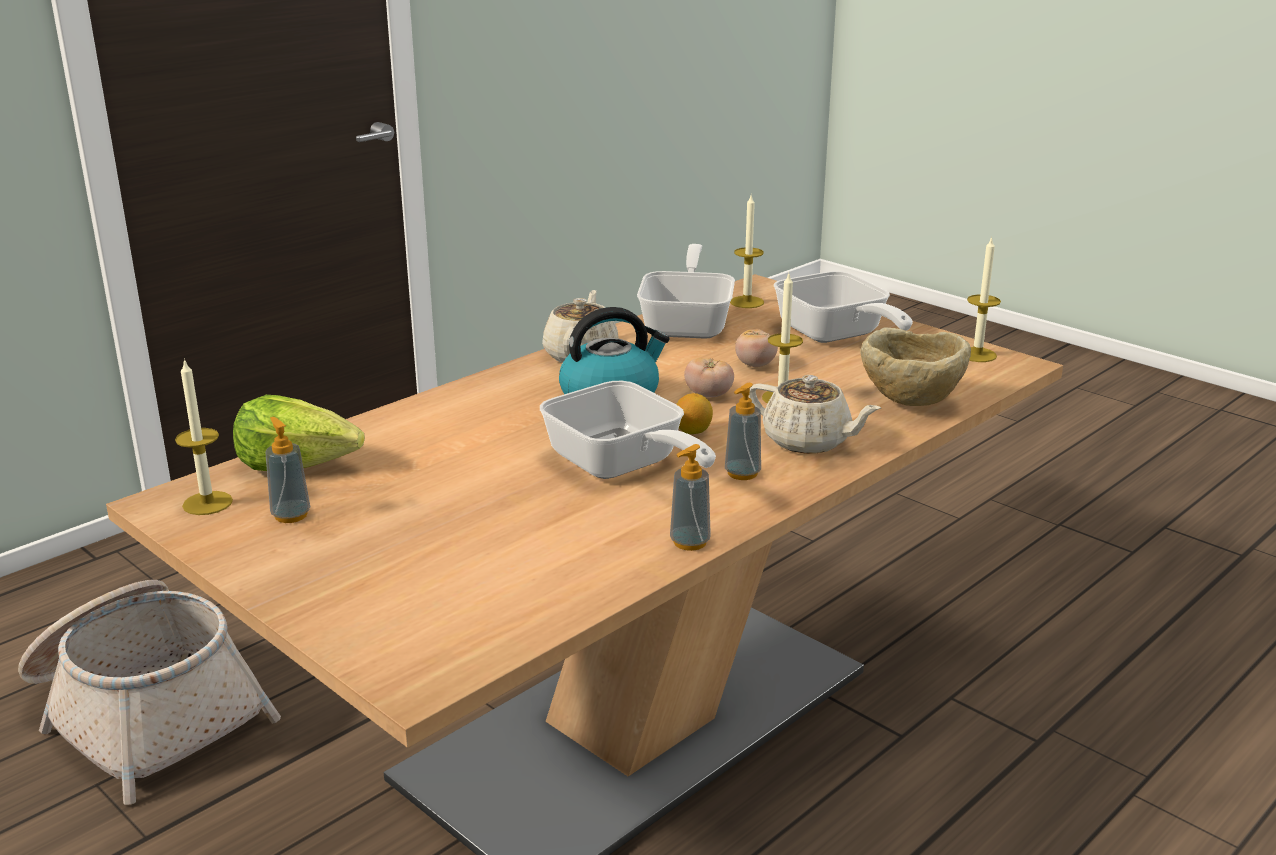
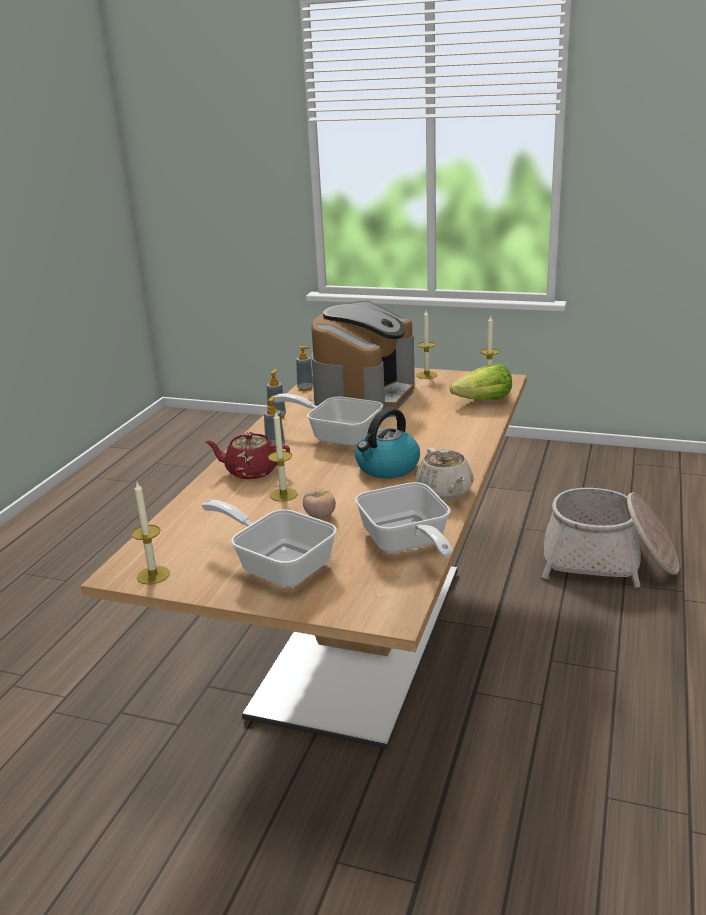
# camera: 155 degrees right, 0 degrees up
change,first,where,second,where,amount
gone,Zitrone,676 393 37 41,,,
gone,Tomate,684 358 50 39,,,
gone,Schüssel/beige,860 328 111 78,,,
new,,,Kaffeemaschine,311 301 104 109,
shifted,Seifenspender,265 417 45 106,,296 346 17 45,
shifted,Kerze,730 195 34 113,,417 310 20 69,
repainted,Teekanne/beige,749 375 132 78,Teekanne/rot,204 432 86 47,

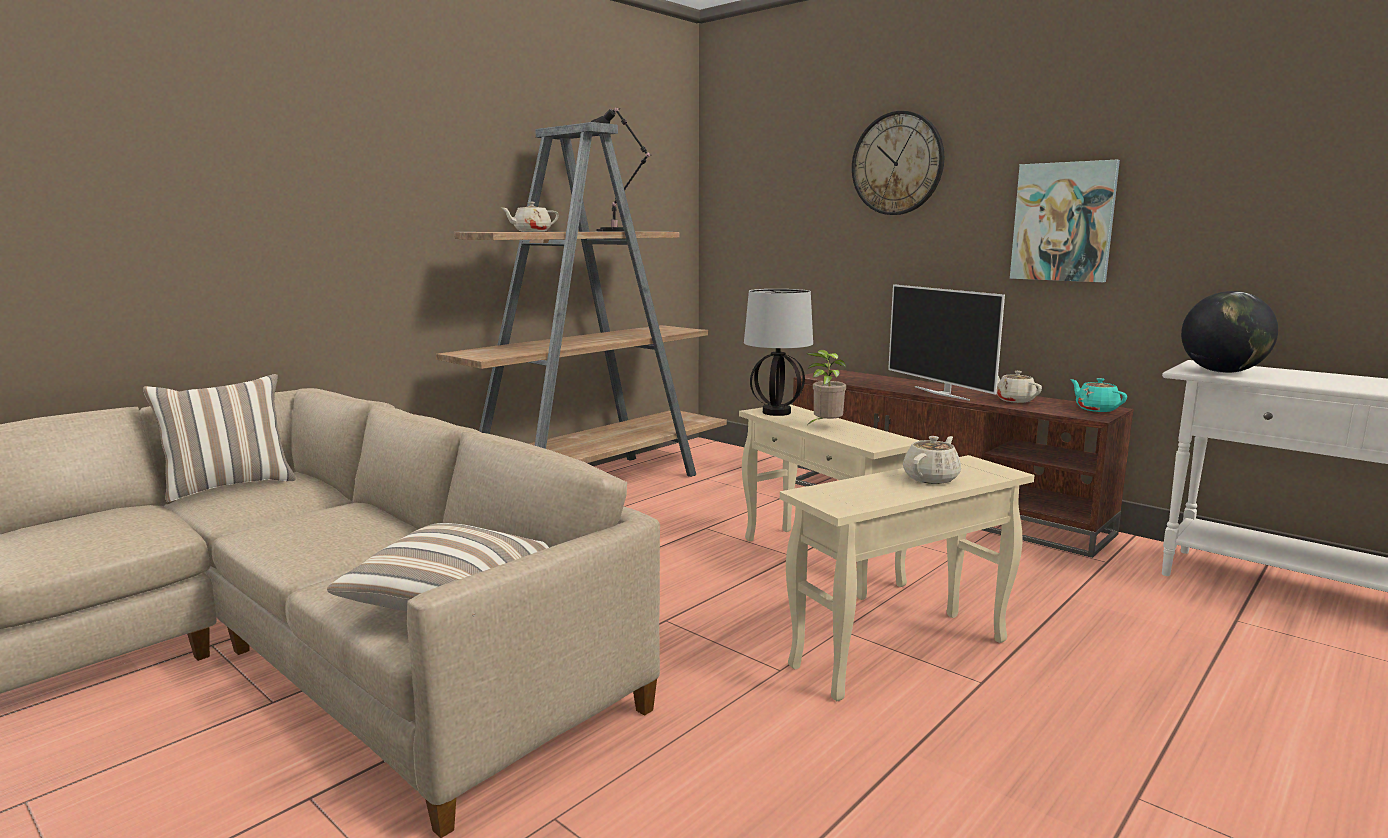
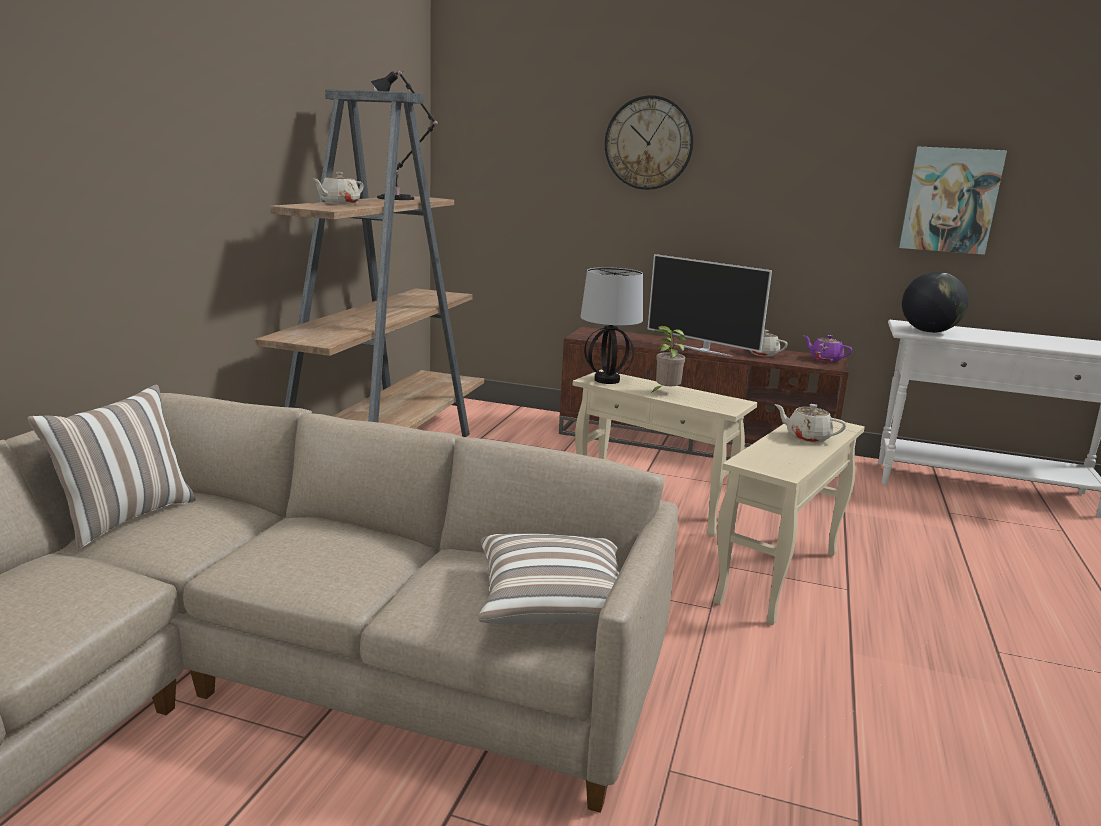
# camera: 25 degrees left, 5 degrees up
change,first,where,second,where,amount
shifted,Bild,1010 160 110 122,,899 147 108 108,
repainted,Teekanne/türkis,1071 378 56 34,Teekanne/lila,804 335 48 27,
rotated,Teekanne/beige,903 436 58 48,,774 404 72 39,75 degrees counterclockwise

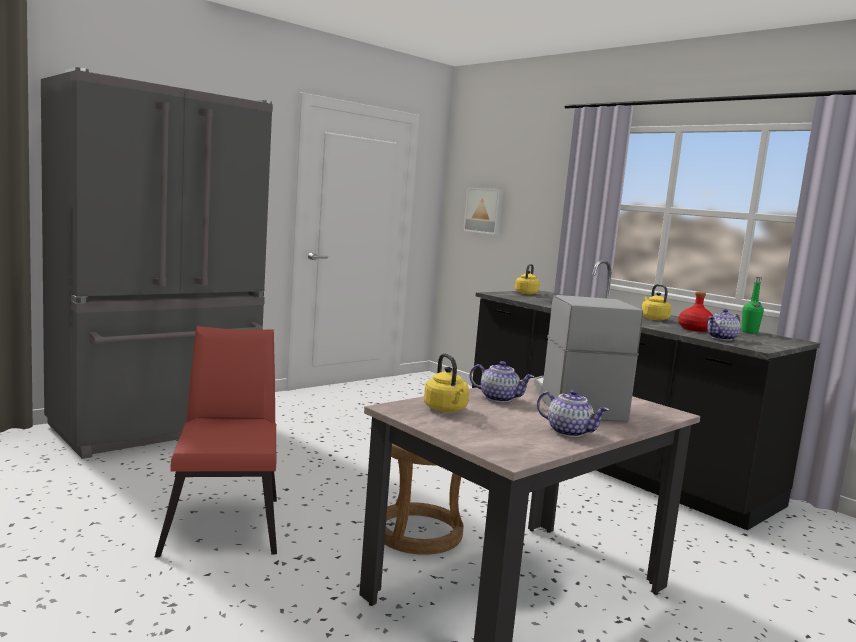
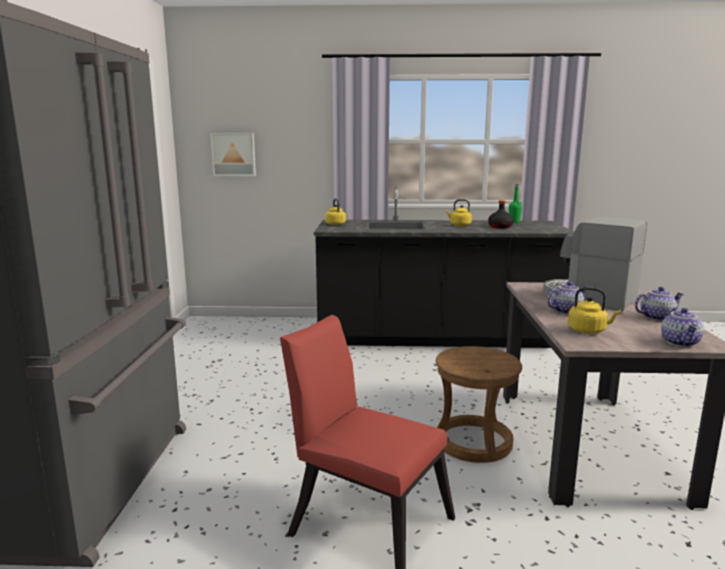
# camera: 45 degrees left, 5 degrees up
change,first,where,second,where,amount
shifted,Teekanne,707 309 33 32,,661 308 43 39,
repainted,Flasche/rot,678 292 35 40,Flasche/schwarz,488 200 26 29,

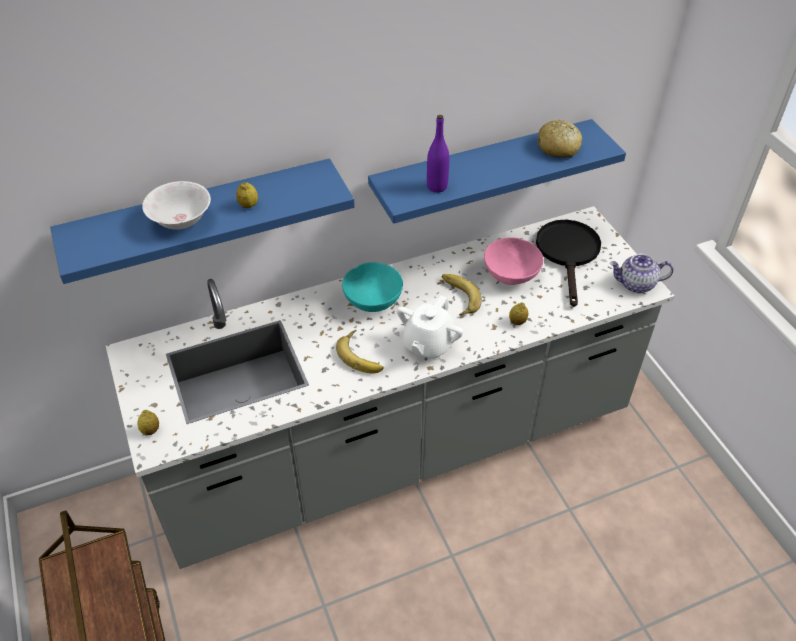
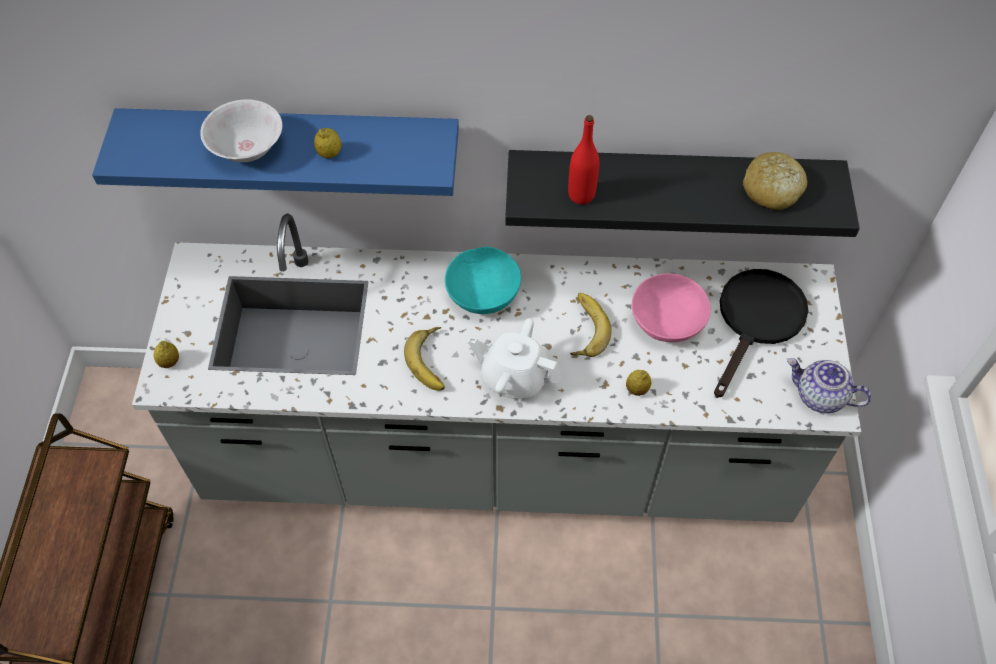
# camera: 25 degrees right, 10 degrees up
change,first,where,second,where,amount
repainted,Wandregal/blau,368 119 258 105,Wandregal/schwarz,505 150 355 87,
repainted,Flasche/lila,427 115 23 78,Flasche/rot,568 115 31 89,
rotated,Teekanne/weiß,397 295 66 65,,468 318 93 82,60 degrees clockwise

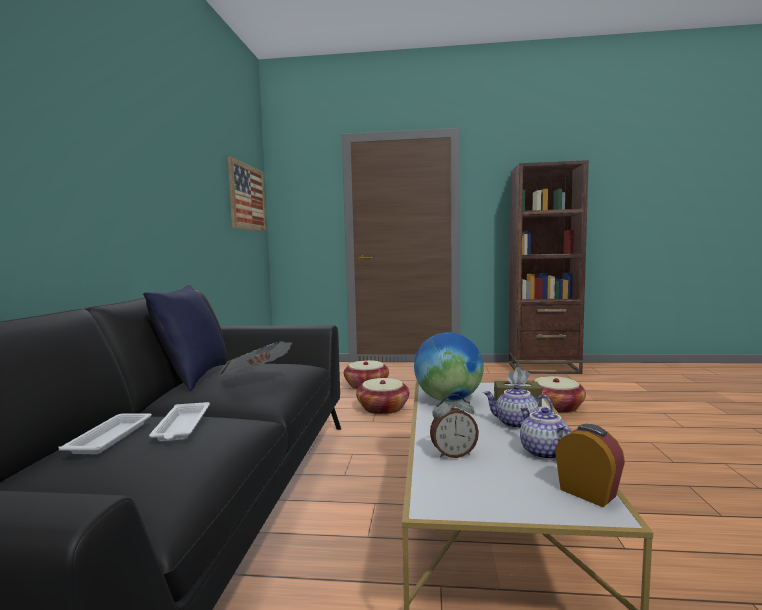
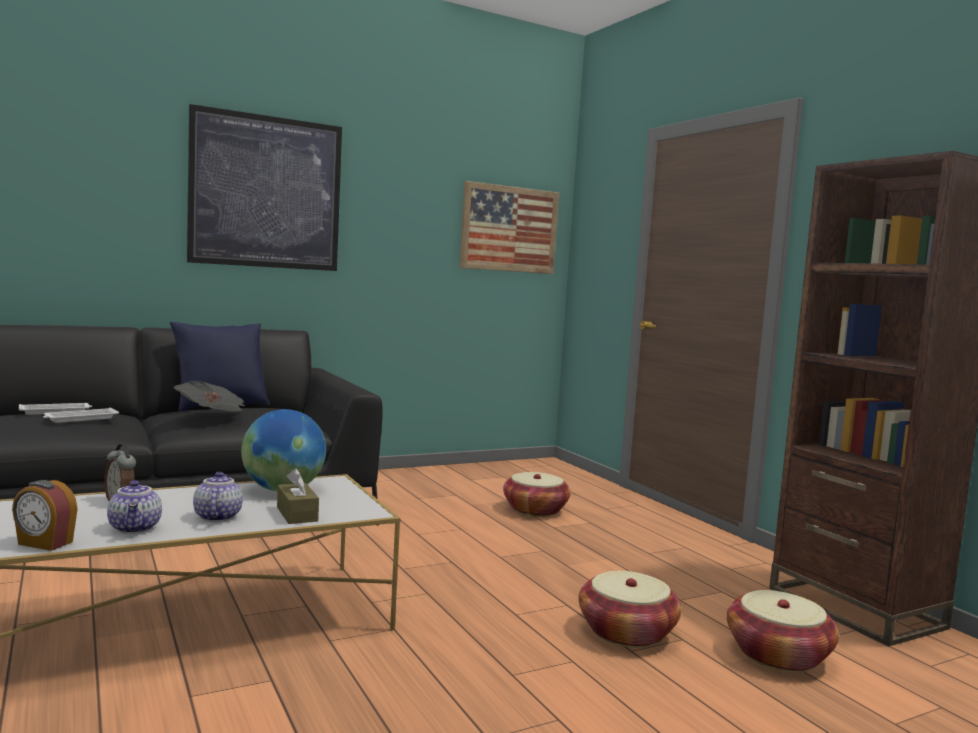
# camera: 55 degrees right, 0 degrees up
change,first,where,second,where,amount
new,,,Bild,187 104 155 167,
shifted,Korb,356 378 53 37,,727 590 112 82,
rotated,Teekanne,520 407 51 53,,107 480 55 54,120 degrees clockwise
rotated,Wecker,555 424 70 83,,12 480 66 71,90 degrees clockwise

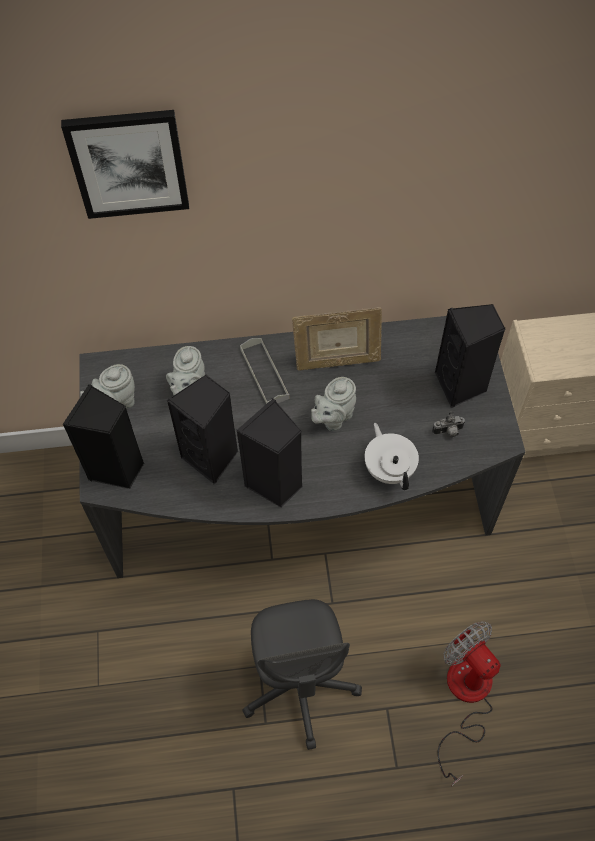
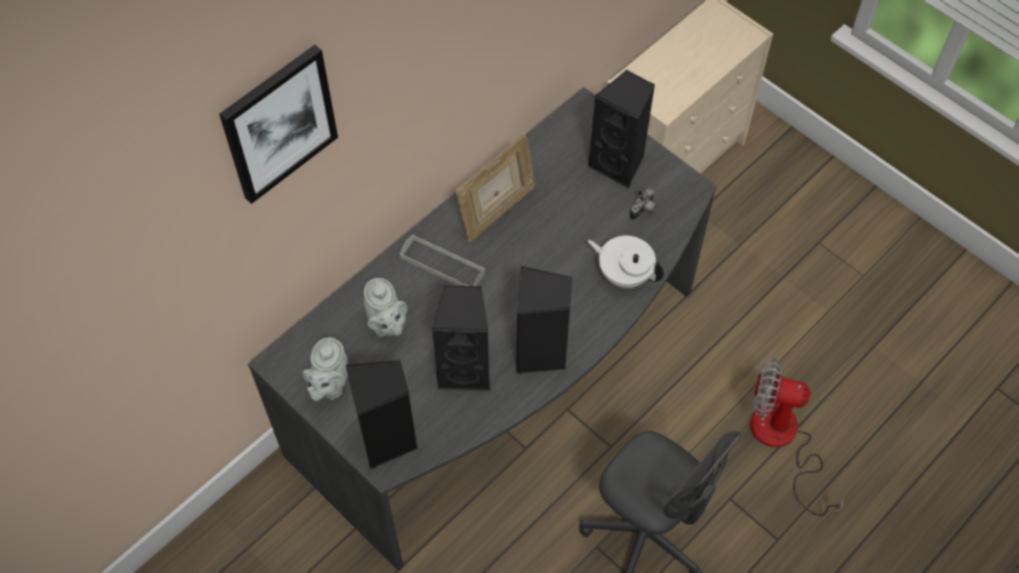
# camera: 40 degrees left, 0 degrees up
change,first,where,second,where,amount
gone,Teekanne/grau,311 377 45 54,,,

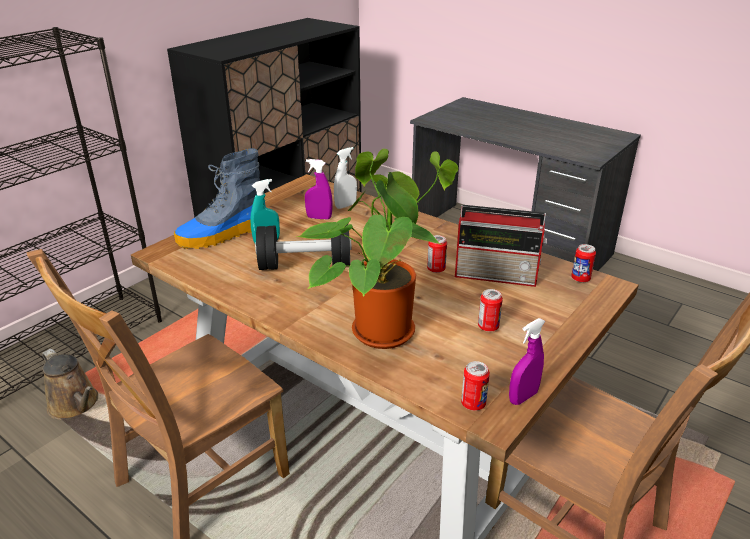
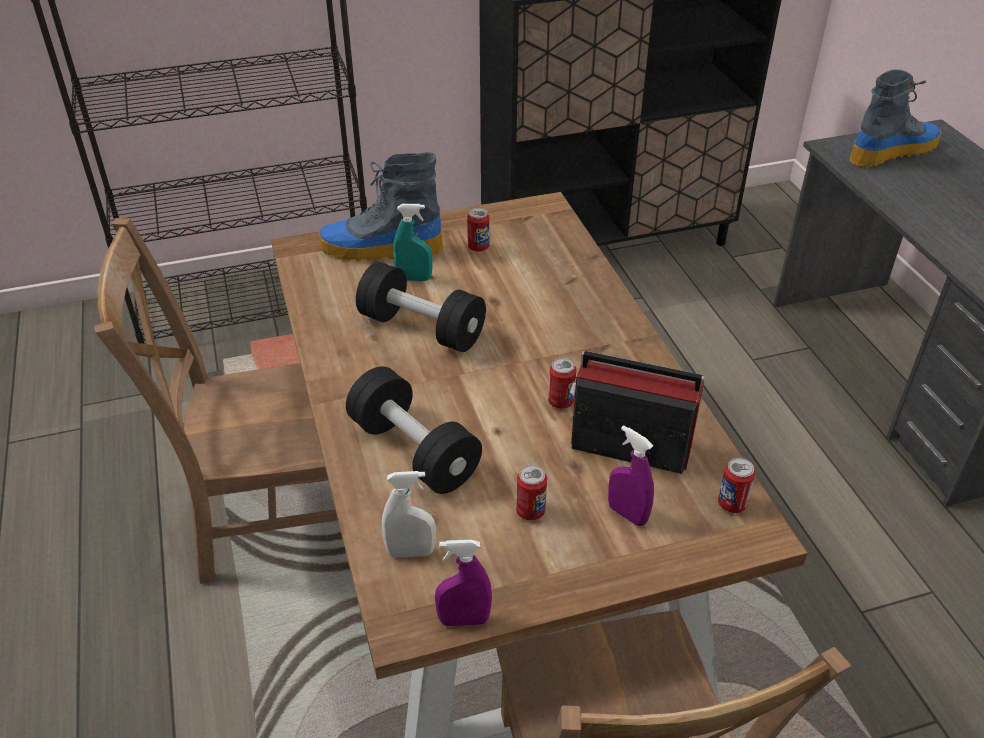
# camera: 35 degrees right, 10 degrees up
change,first,where,second,where,amount
gone,Gießkanne/braun,42 349 56 71,,,
new,,,Stiefel,850 70 92 97,
shifted,Sprühflasche/lila,305 159 27 60,,608 425 46 101,
shifted,Sprühflasche/weiß,334 147 23 62,,382 471 54 87,
shifted,Dose,461 361 29 50,,467 208 22 44,
swapped,Topfpflanze,296 149 163 200,Hantel/schwarz,346 366 136 128,
rotated,Radio,455 205 92 82,,570 351 134 123,150 degrees clockwise

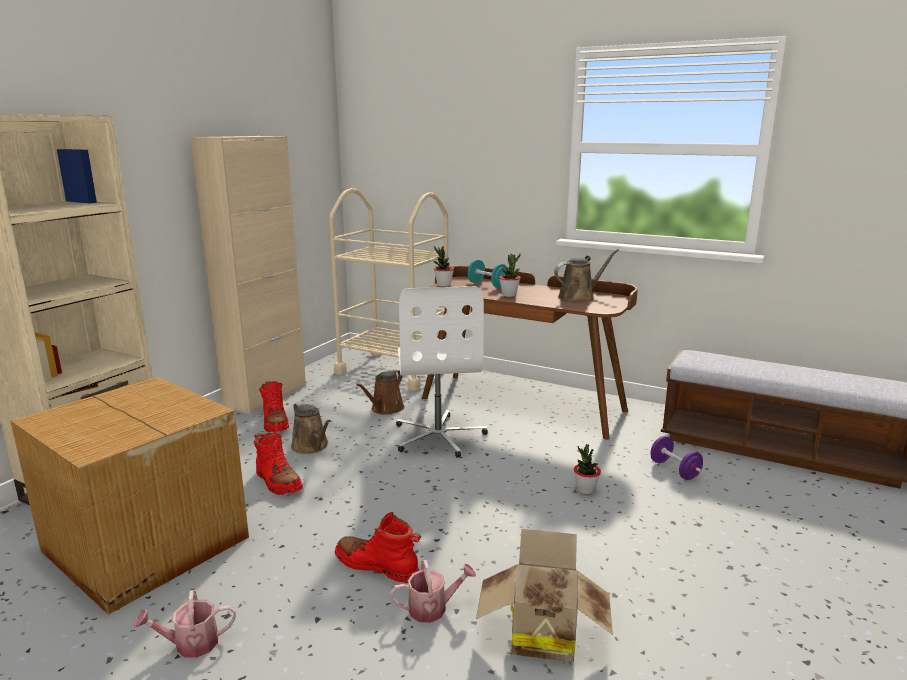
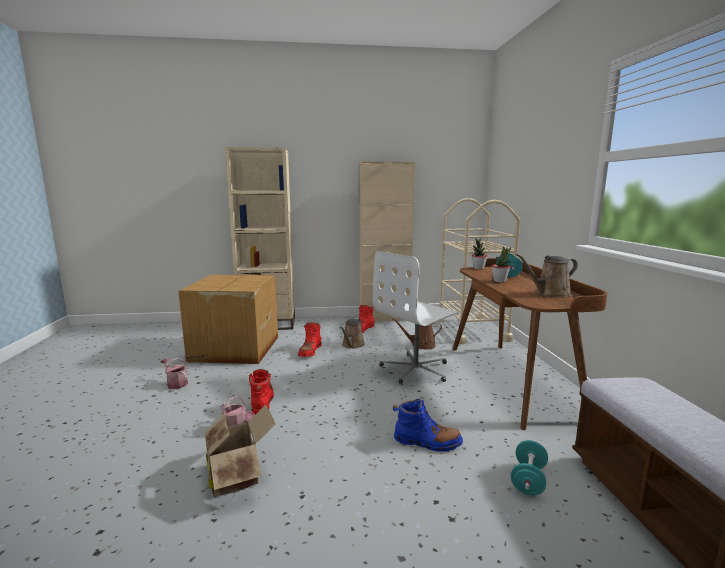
# camera: 55 degrees right, 5 degrees down
change,first,where,second,where,amount
swapped,Topfpflanze,574 444 27 50,Stiefel/blau,393 399 70 53,
repainted,Hantel/lila,650 436 53 44,Hantel/türkis,511 440 37 55,
rotated,Gießkanne/braun,554 249 65 53,,516 254 62 43,135 degrees clockwise

